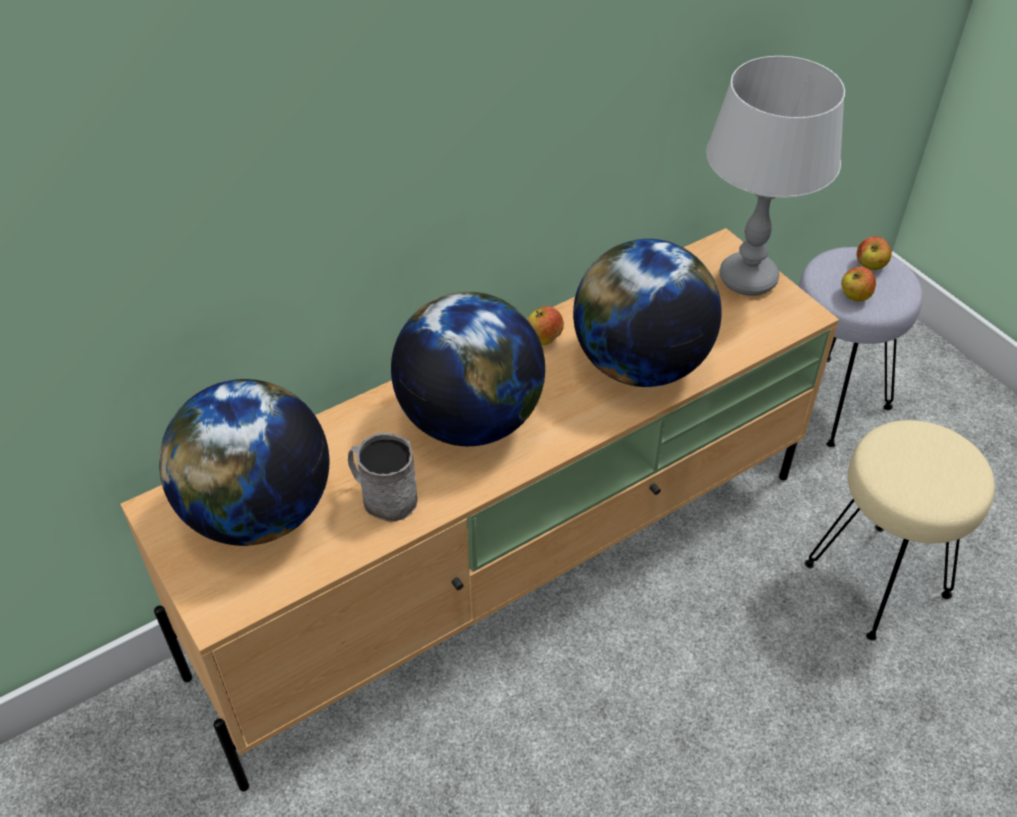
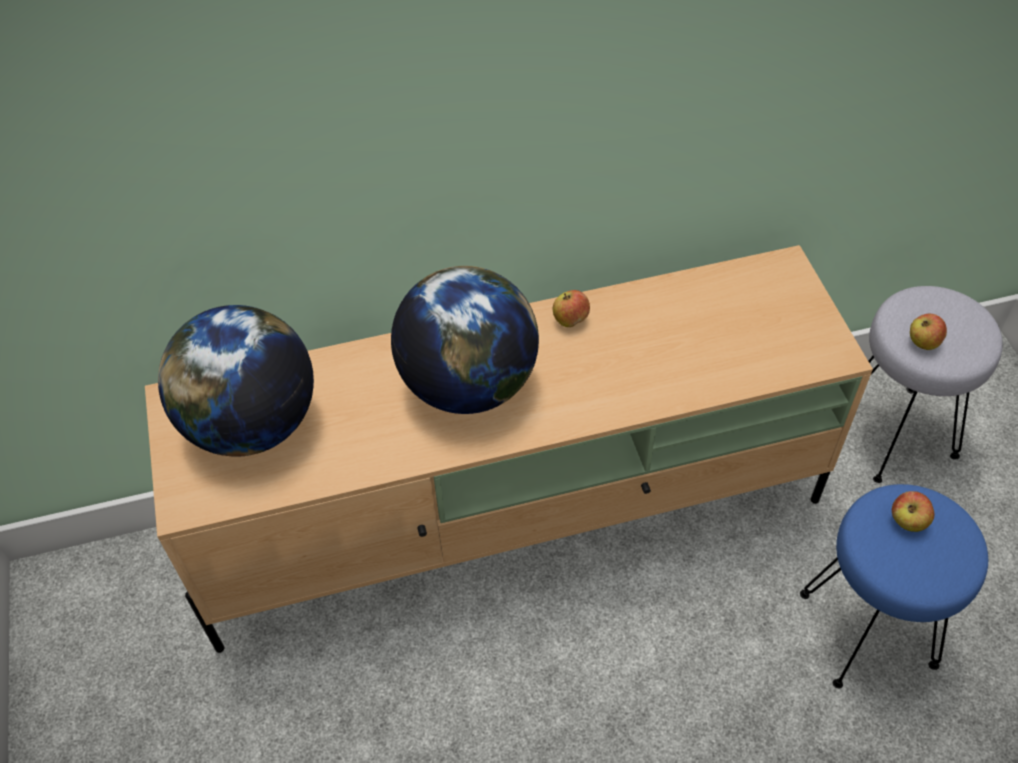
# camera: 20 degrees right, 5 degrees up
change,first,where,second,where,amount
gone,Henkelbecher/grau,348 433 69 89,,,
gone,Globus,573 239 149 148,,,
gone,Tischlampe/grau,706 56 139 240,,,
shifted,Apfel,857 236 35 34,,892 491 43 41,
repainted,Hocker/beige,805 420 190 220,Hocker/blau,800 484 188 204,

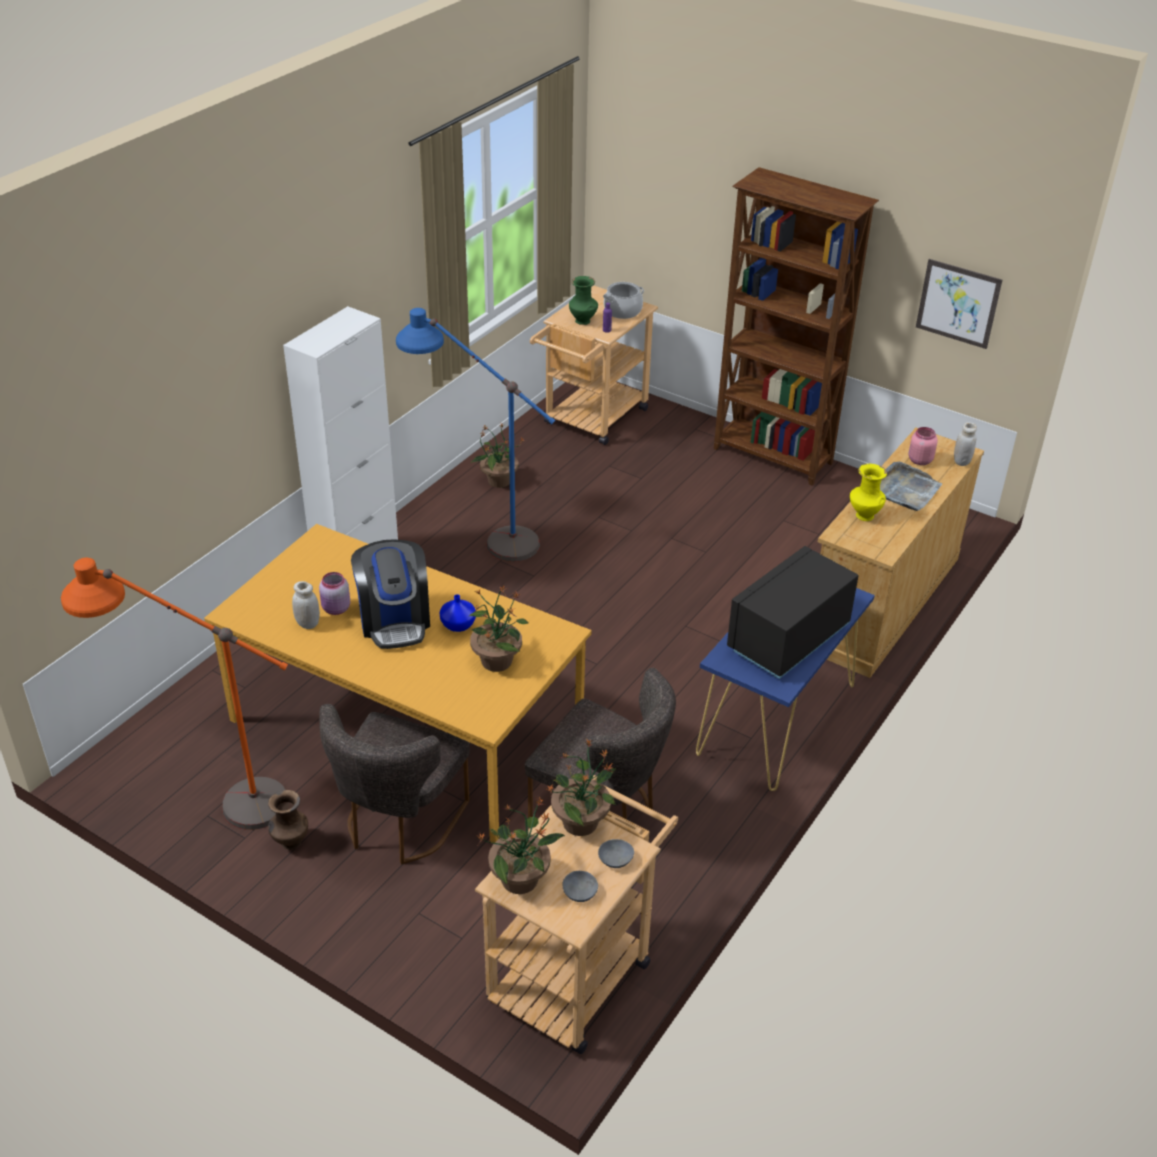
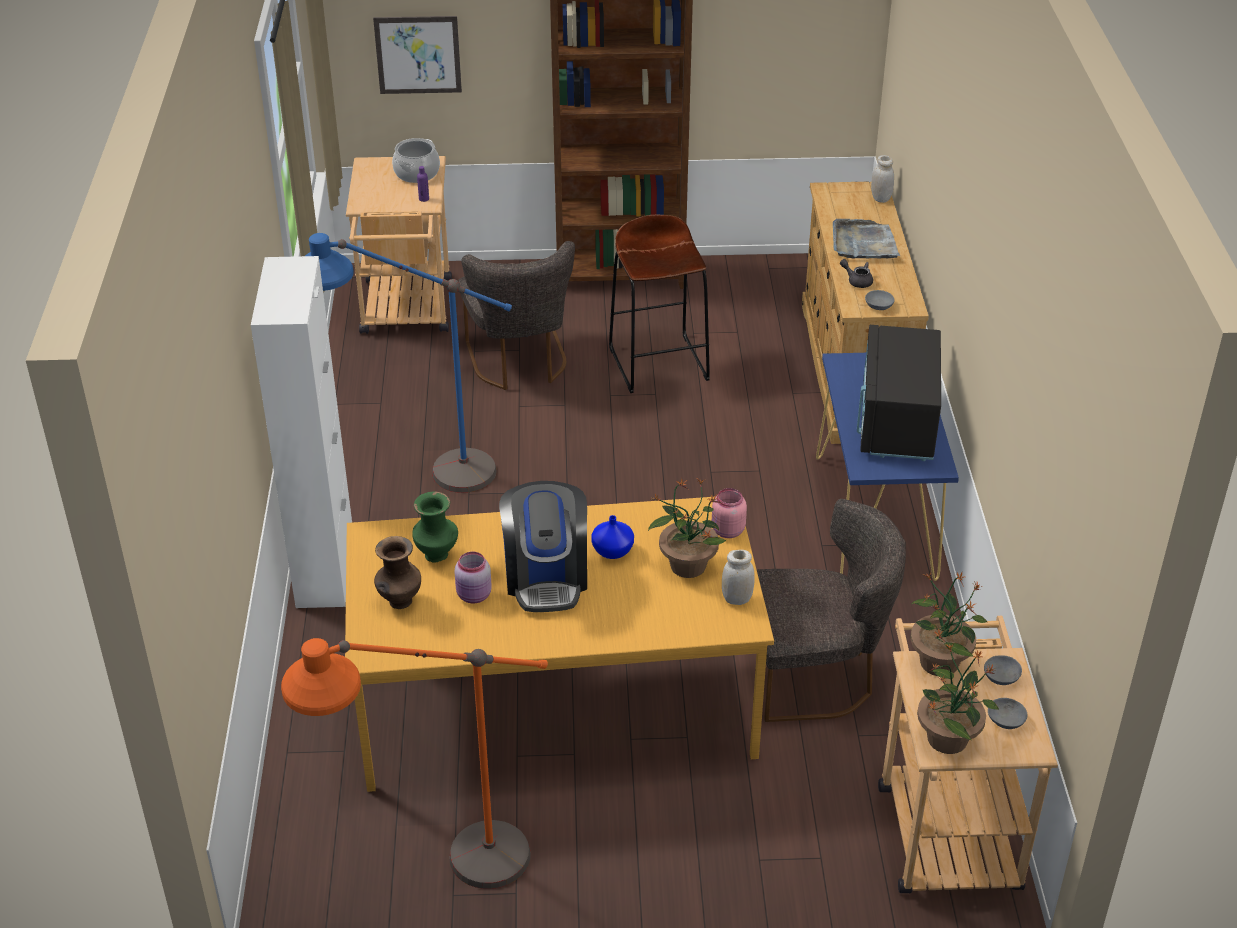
# camera: 35 degrees left, 0 degrees up
change,first,where,second,where,amount
gone,Topfpflanze,471 422 53 66,,,
new,,,Hocker/braun,609 215 101 178,
new,,,Schüssel/grau,865 290 30 20,
shifted,Vase/braun,268 790 40 60,,374 536 47 73,
shifted,Vorratsglas/weiß,292 581 28 48,,722 550 33 55,
shifted,Stuhl/grau,319 704 151 161,,458 241 117 149,
shifted,Vase/grün,569 276 29 49,,412 492 46 71,
shifted,Vorratsglas/rosa,909 427 29 38,,712 488 35 50,
shifted,Bild,916 259 86 90,,373 16 89 78,
swapped,Vase/gelb,850 464 37 57,Teekanne/grau,840 259 33 29,
rotated,Kaffeemaschine,351 539 79 110,,499 481 88 131,45 degrees clockwise

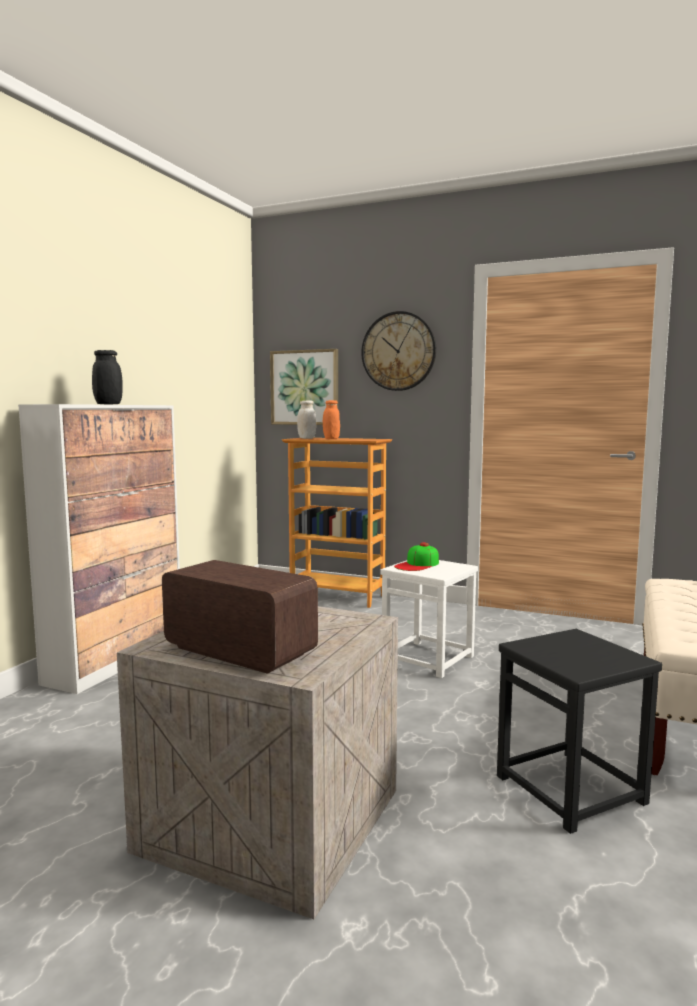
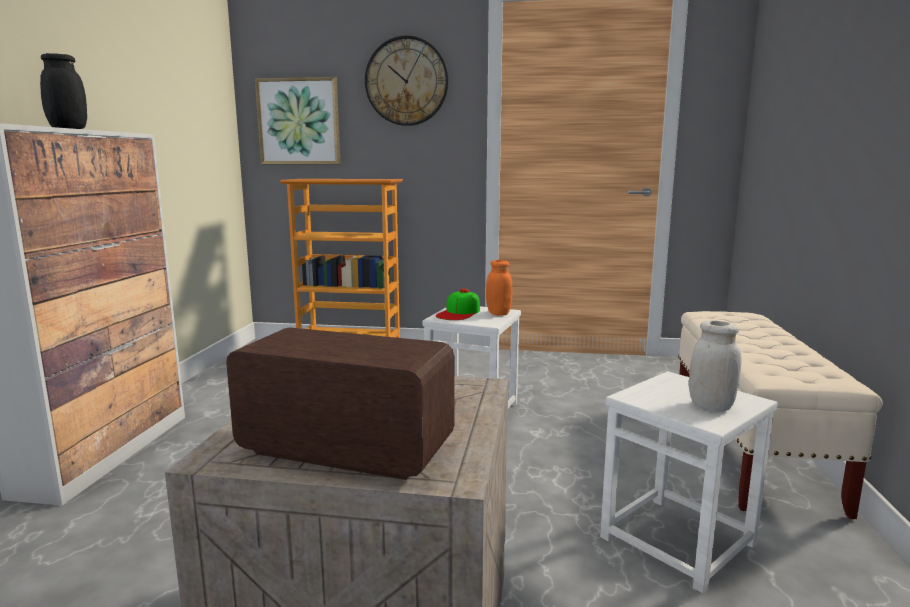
# camera: 15 degrees left, 5 degrees up
change,first,where,second,where,amount
shifted,Vorratsglas/weiß,297 400 19 39,,689 321 53 91,
shifted,Vorratsglas/orange,323 400 17 39,,486 260 26 56,
repainted,Hocker/schwarz,497 629 165 205,Hocker/weiß,600 371 178 223,

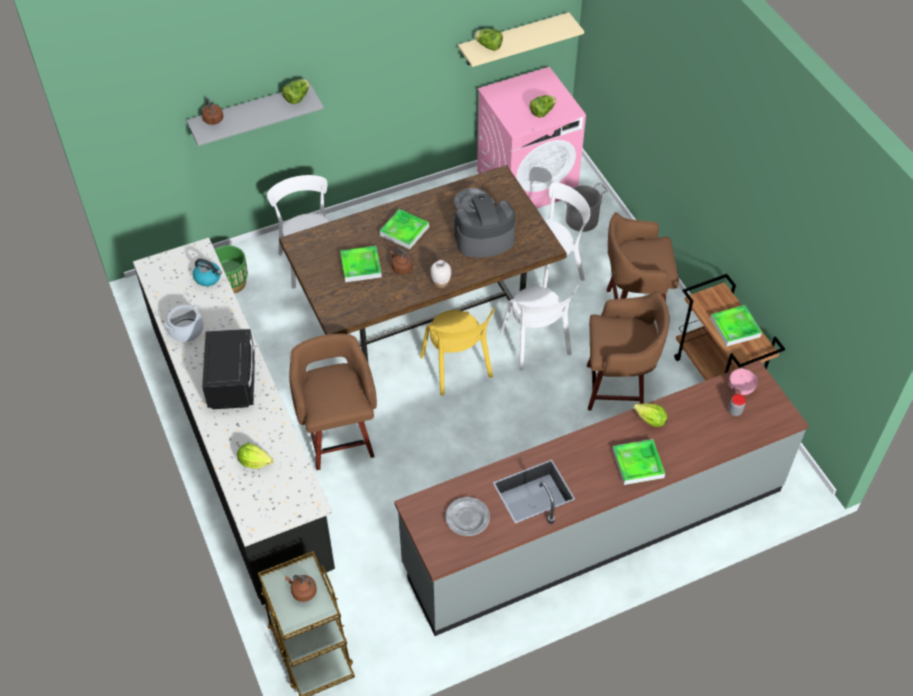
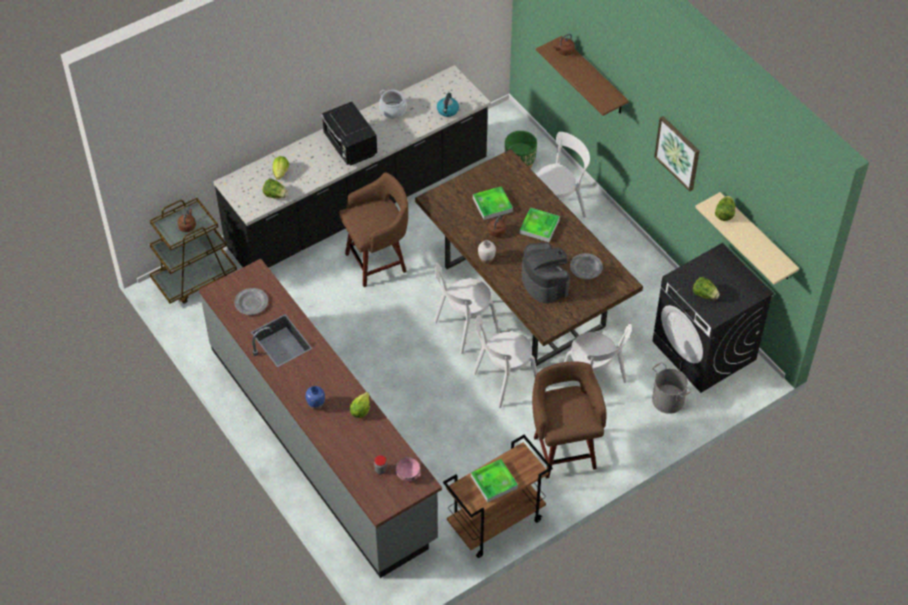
# camera: 80 degrees right, 0 degrees up
change,first,where,second,where,amount
gone,Hocker/braun,587 291 83 119,,,
new,,,Bild,654 116 46 75,
shifted,Salatkopf,282 79 28 25,,263 179 25 20,
swapped,Tablett,612 439 53 46,Vase/blau,306 386 19 24,
repainted,Wandregal/grau,186 84 138 62,Wandregal/braun,536 36 93 80,
repainted,Stuhl/gelb,420 308 75 88,Stuhl/weiß,434 263 66 91,
repainted,Waschmaschine/rosa,477 67 109 142,Waschmaschine/schwarz,652 243 122 150,
rotated,Mikrowelle/schwarz,202 329 53 80,,321 102 56 63,75 degrees clockwise

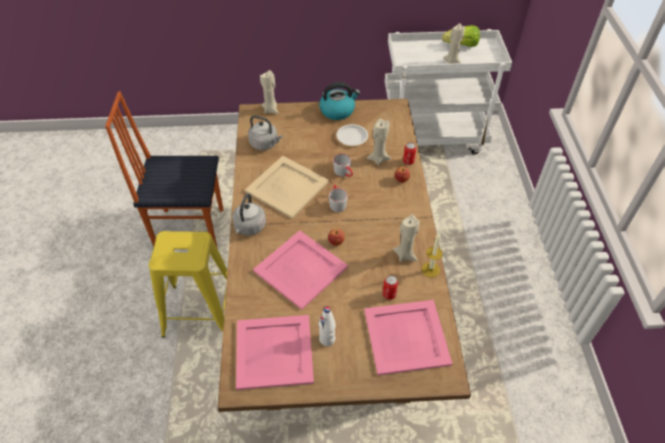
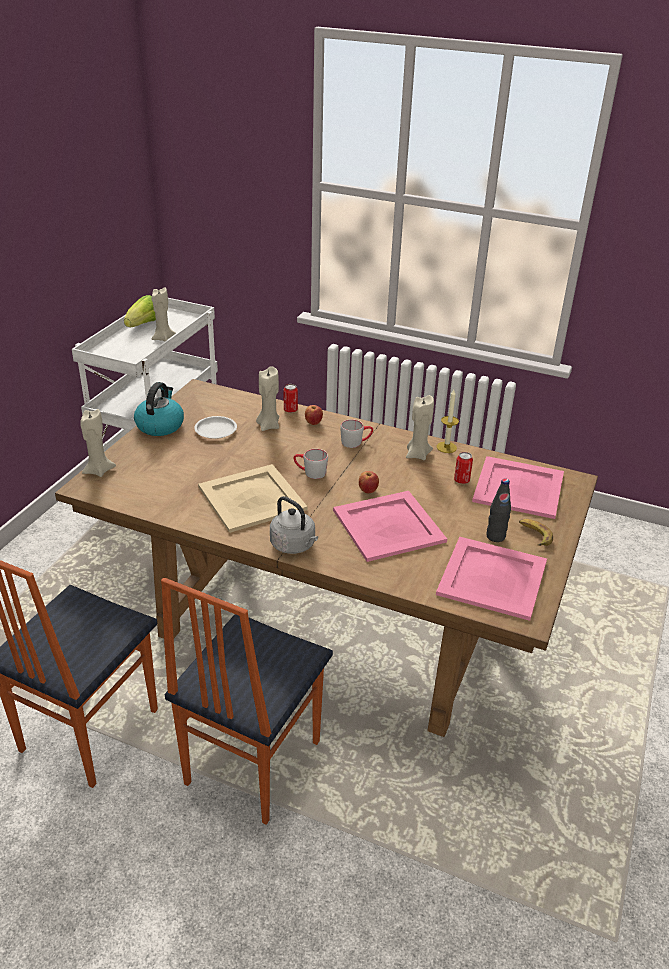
# camera: 65 degrees left, 15 degrees down
change,first,where,second,where,amount
gone,Wasserkessel/grau,248 115 34 35,,,
new,,,Banane,519 519 34 27,
shifted,Henkelbecher/grau,333 154 20 23,,340 419 33 29,
swapped,Hocker/gelb,149 231 78 107,Stuhl,161 577 172 248,
repainted,Flasche/weiß,318 306 18 40,Flasche/schwarz,486 478 25 64,

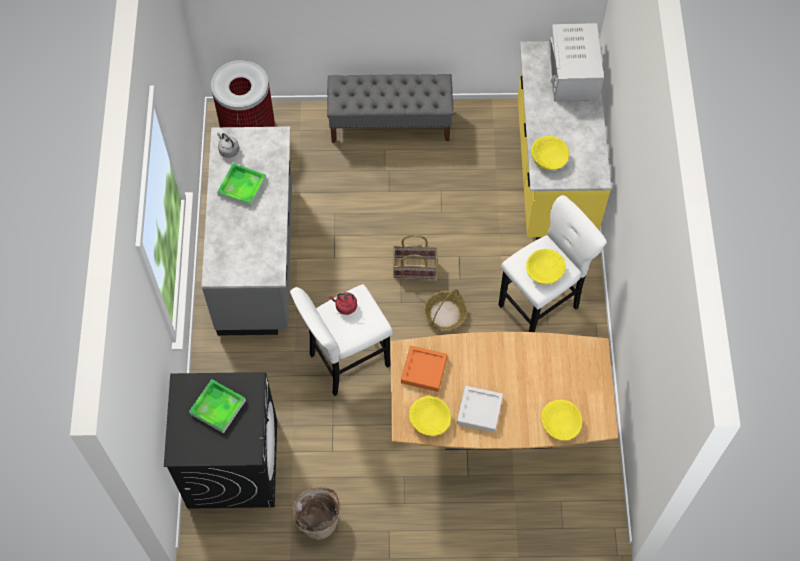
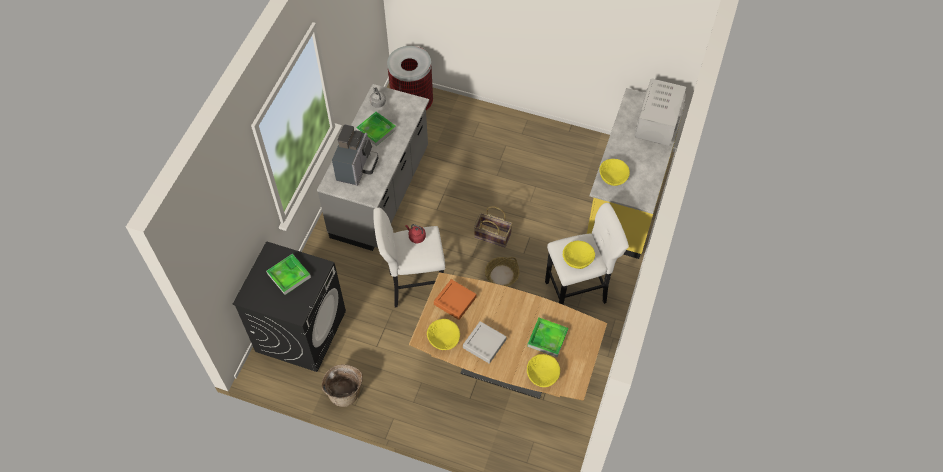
# camera: 20 degrees right, 5 degrees down
change,first,where,second,where,amount
gone,Bank/grau,327 74 126 69,,,
new,,,Kaffeemaschine,332 125 46 61,
new,,,Tablett,527 318 41 39,

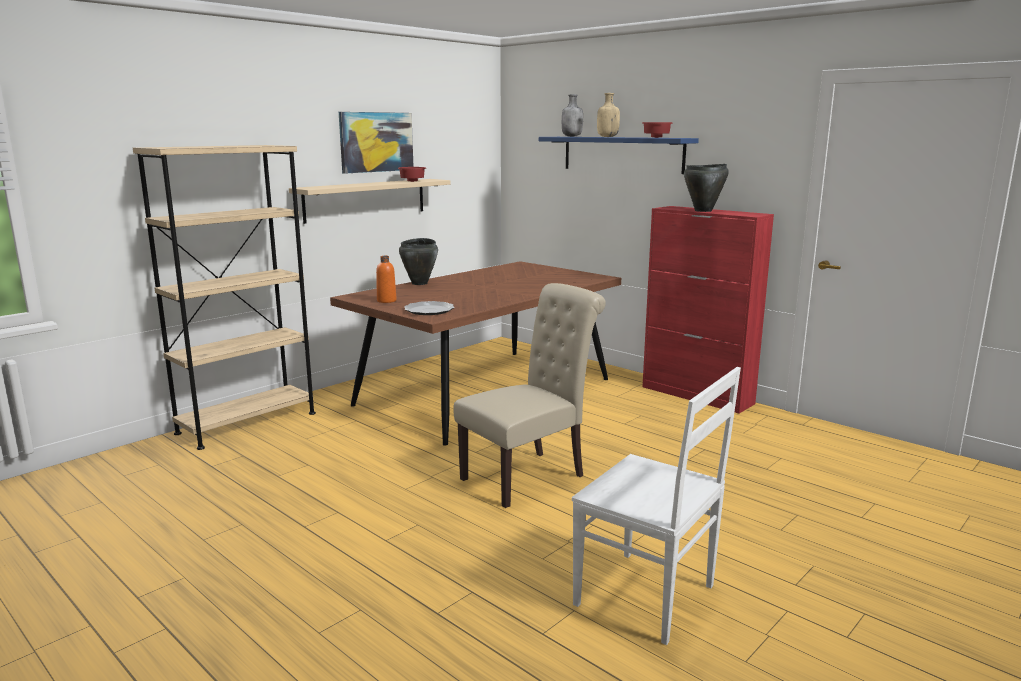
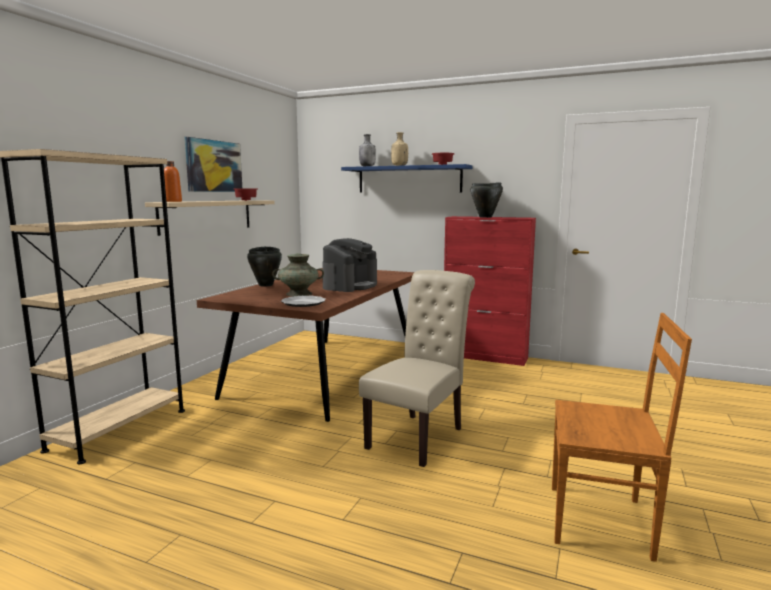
# camera: 20 degrees left, 5 degrees down
change,first,where,second,where,amount
new,,,Vase/türkis,272 253 52 43,
new,,,Kaffeemaschine,322 238 55 54,
shifted,Flasche/orange,376 256 21 47,,164 161 18 41,
repainted,Stuhl/weiß,572 367 169 278,Stuhl/braun,552 313 140 249,

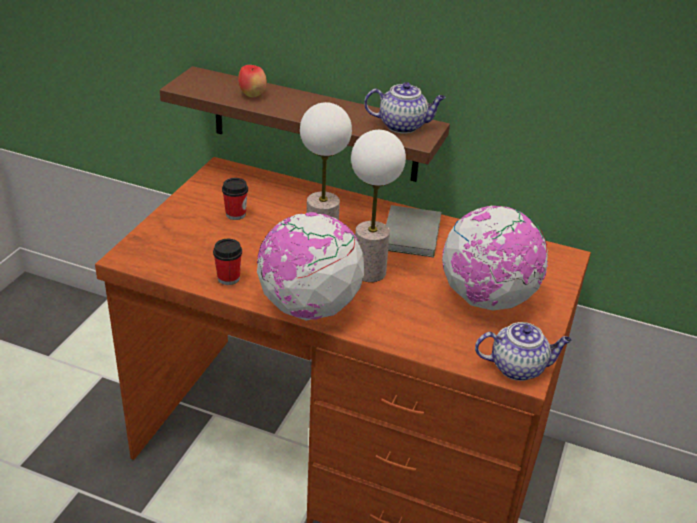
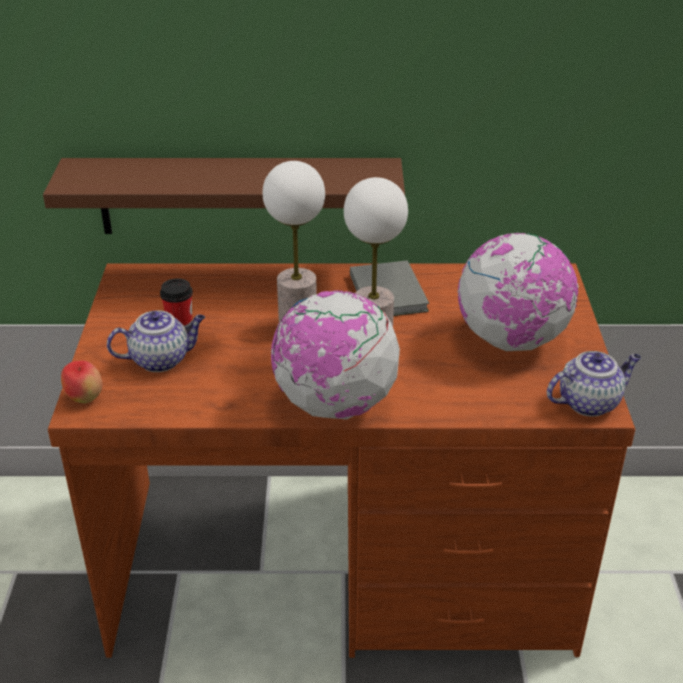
# camera: 20 degrees left, 0 degrees up
change,first,where,second,where,amount
gone,Tasse,213 239 29 46,,,
shifted,Apfel,238 65 29 32,,61 360 42 43,
shifted,Teekanne,364 82 82 51,,107 310 98 62,

